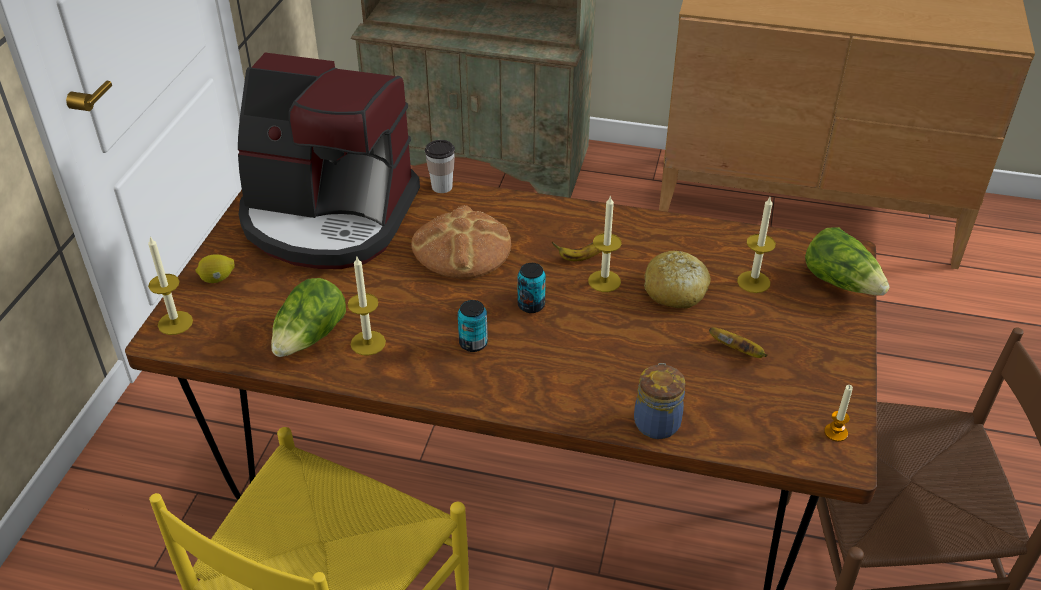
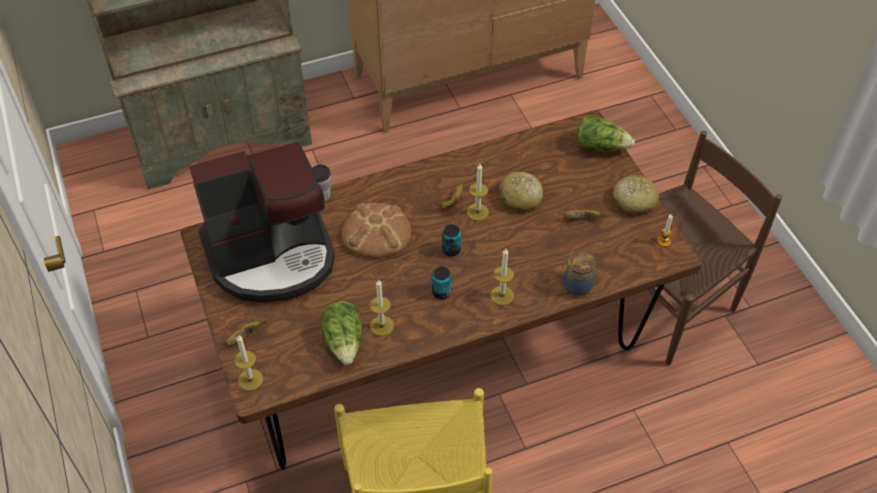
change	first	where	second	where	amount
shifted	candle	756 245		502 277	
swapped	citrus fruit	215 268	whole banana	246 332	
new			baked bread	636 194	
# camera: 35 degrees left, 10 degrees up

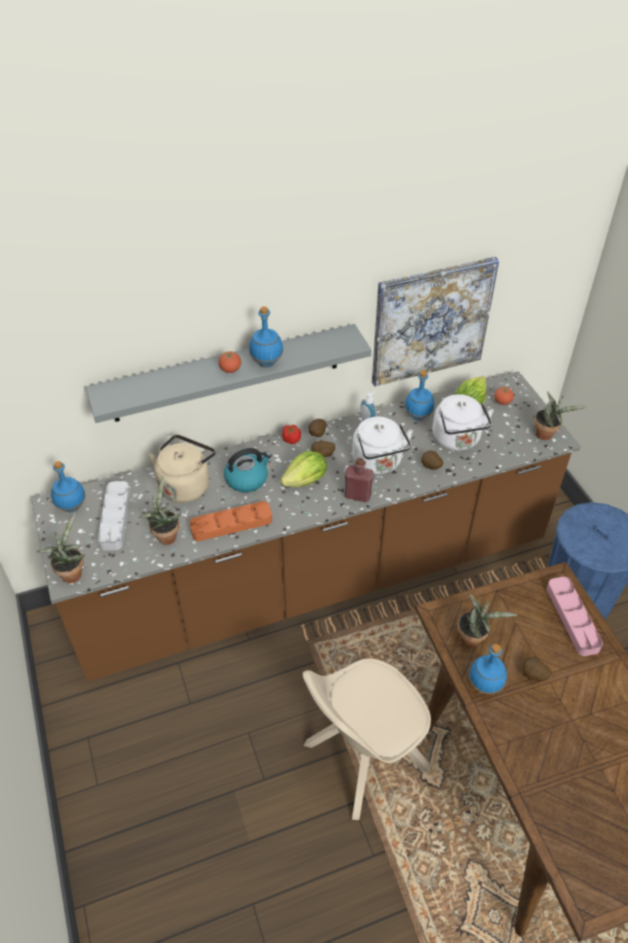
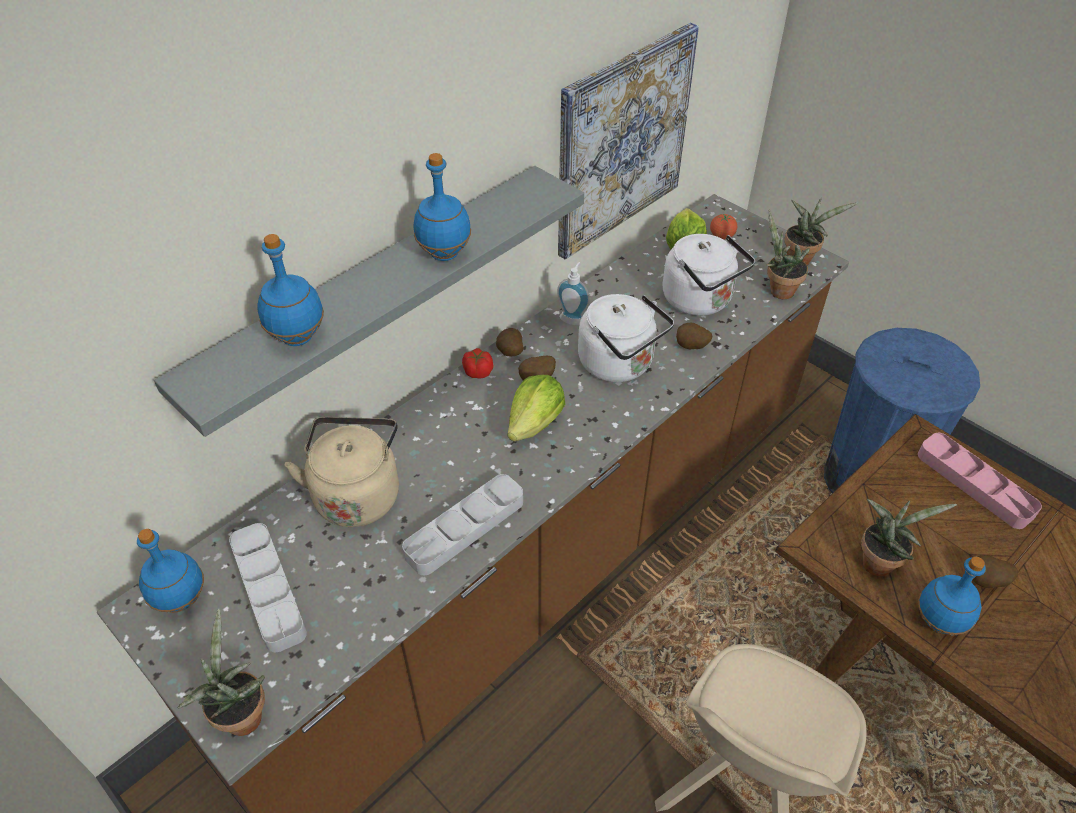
change	first	where	second	where	amount
gone	tomato	229 362			
shifted	beverage bottle/blue	419 396		290 290	
gone	kettle	248 470			
gone	beverage bottle/reddish	359 480			
shifted	plant in a pot	159 510		788 254	
repainted	serving tray/orange-coloured	231 521	serving tray/grey	462 524	
# camera: 25 degrees left, 0 degrees up

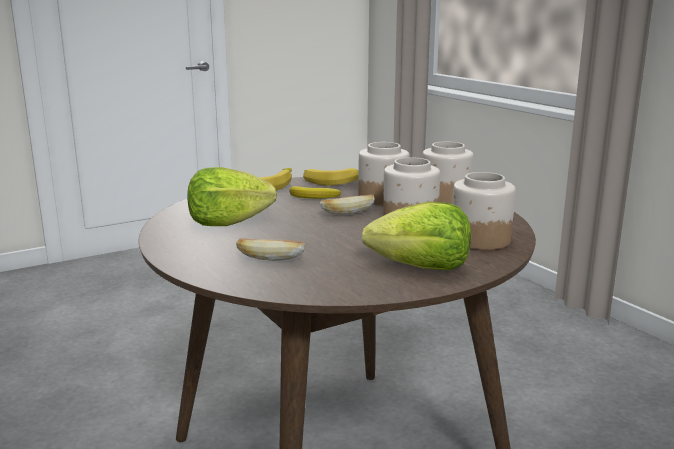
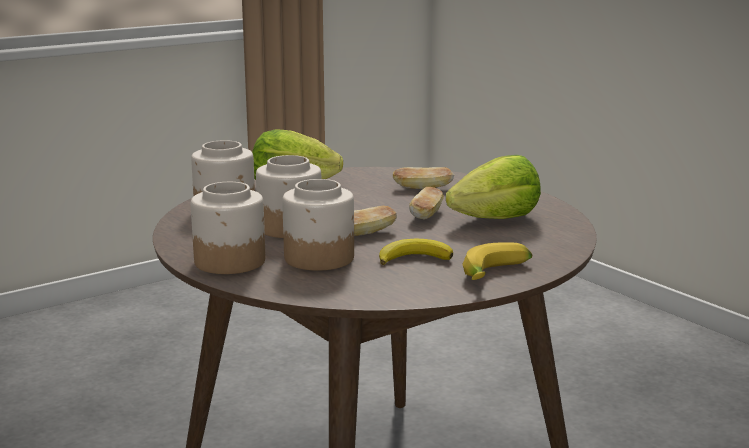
change	first	where	second	where	amount
gone	whole banana	331 176			
new			baked bread	426 203	
# camera: 175 degrees right, 0 degrees up

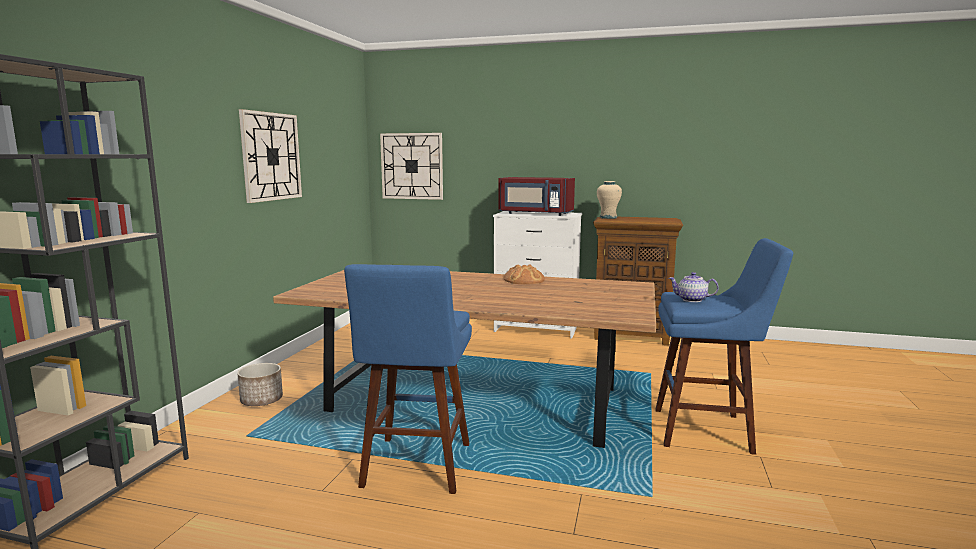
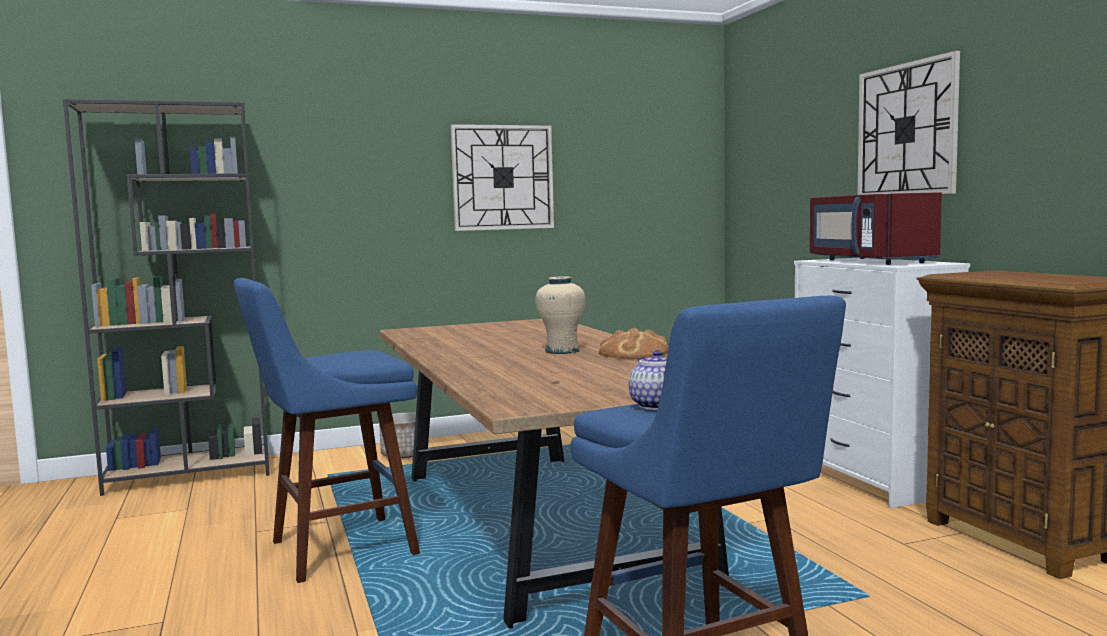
change	first	where	second	where	amount
shifted	hanging clock	411 166		909 123	
shifted	flower vase/beige-coloured	609 200		560 315	
# camera: 55 degrees right, 5 degrees down

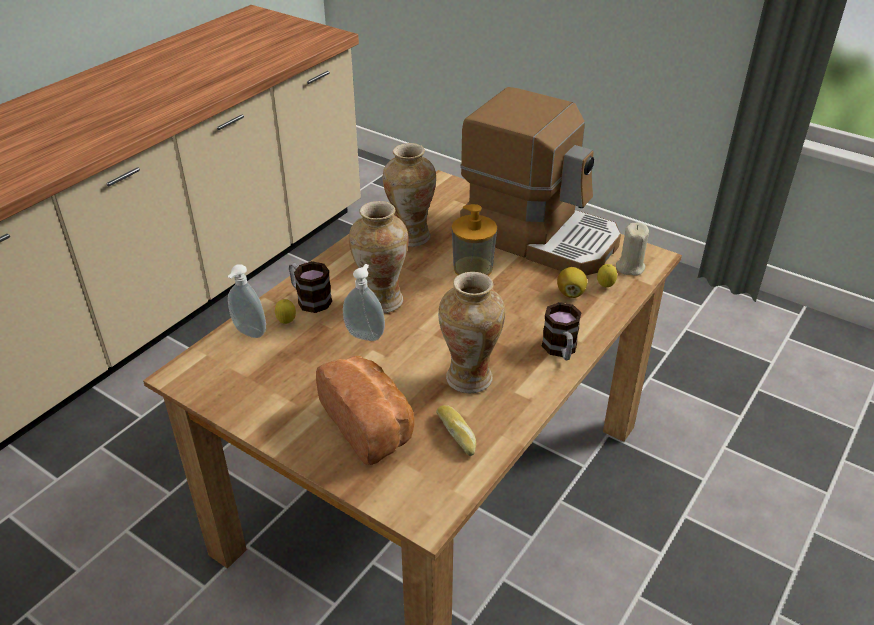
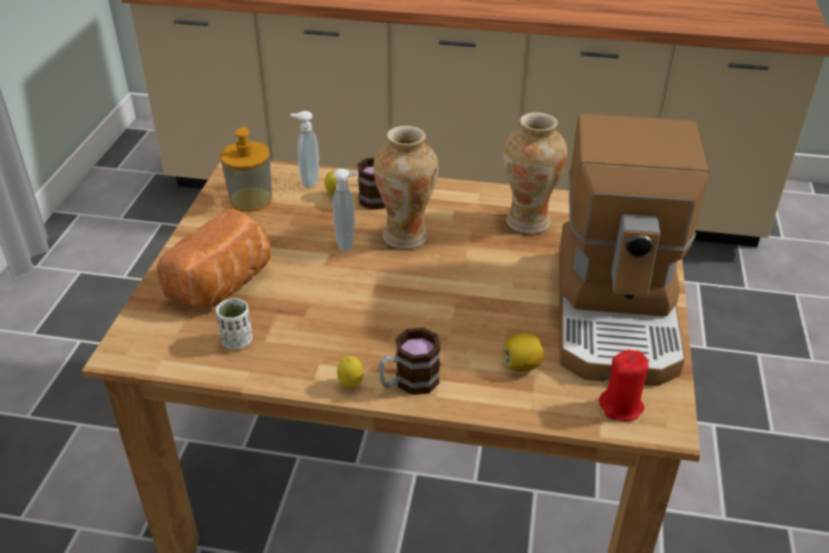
change	first	where	second	where	amount
shifted	soap bottle	474 240		246 169	
repainted	candle/beige-coloured	632 249	candle/reddish	623 385	
shifted	citrus fruit	607 276		350 371	
gone	flower vase	471 332			
swapped	baked bread	456 430	drinking cup/white	234 323	
# camera: 65 degrees right, 0 degrees up

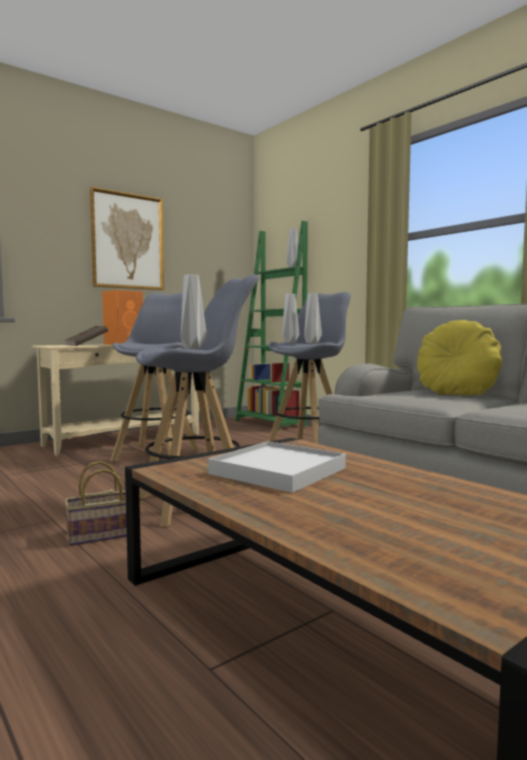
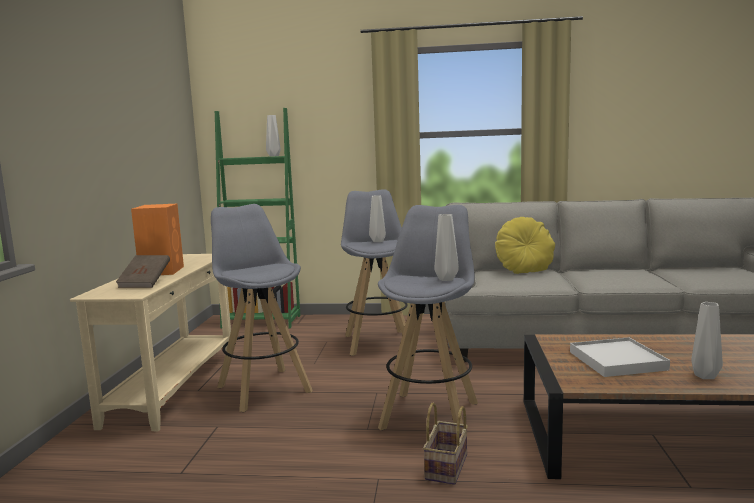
change	first	where	second	where	amount
gone	wall art	127 238			
shifted	flower vase/grey	290 318		707 340	
# camera: 45 degrees left, 5 degrees up

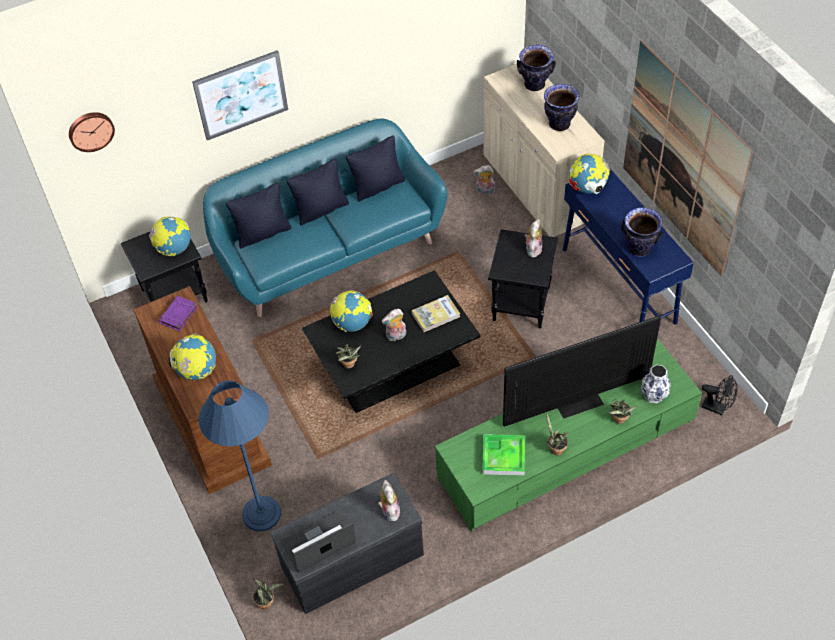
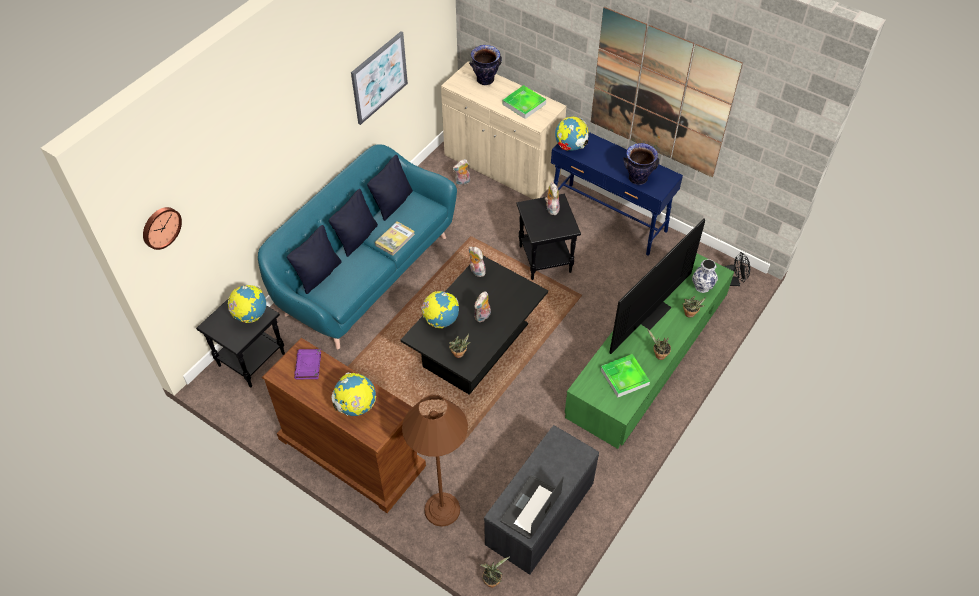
change	first	where	second	where	amount
shifted	wall art	240 95		379 78	
swapped	flower vase	562 107	serving tray	524 102	
shifted	book	436 313		395 238	
repainted	standard lamp/blue	240 456	standard lamp/brown-coloured	435 461	
shifted	plush toy	389 500		477 261	
# camera: 30 degrees left, 0 degrees up

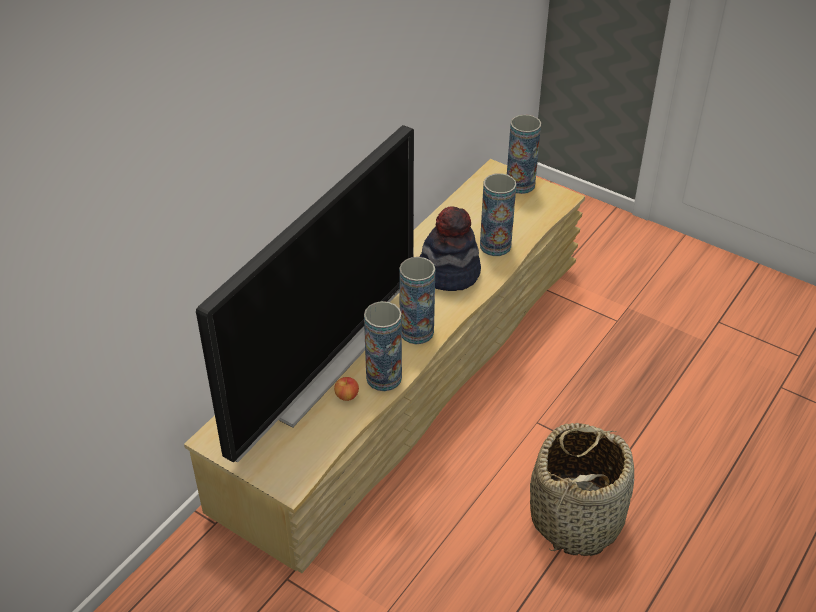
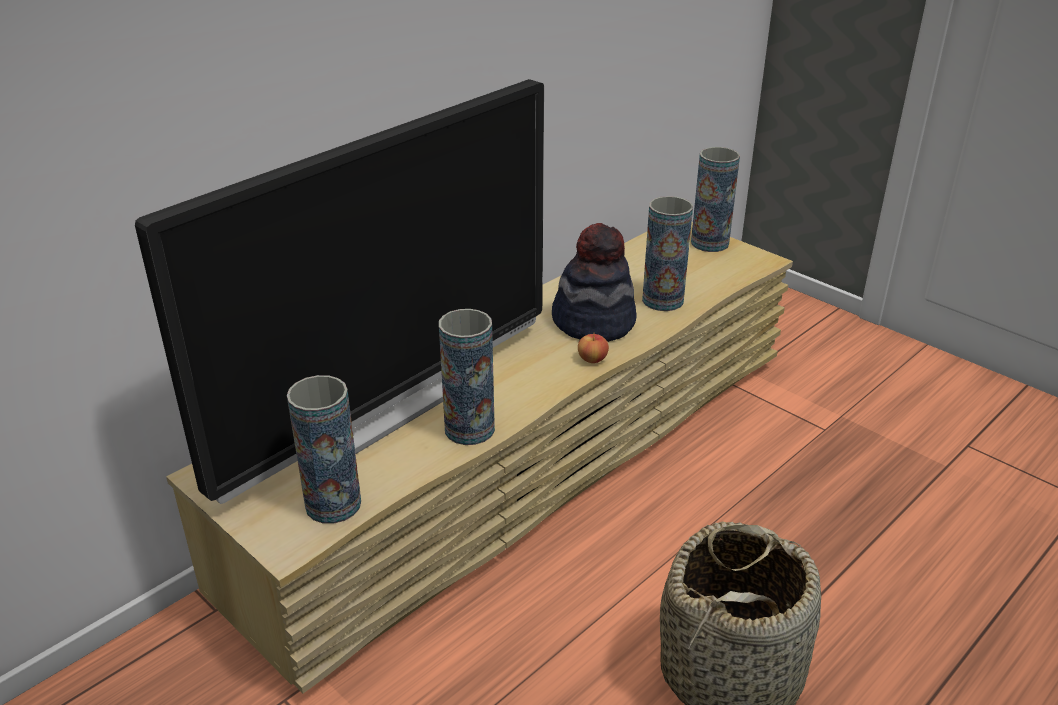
change	first	where	second	where	amount
shifted	flower vase	417 300		324 449	
shifted	apple fruit	346 389		593 348	
# camera: 10 degrees right, 10 degrees down

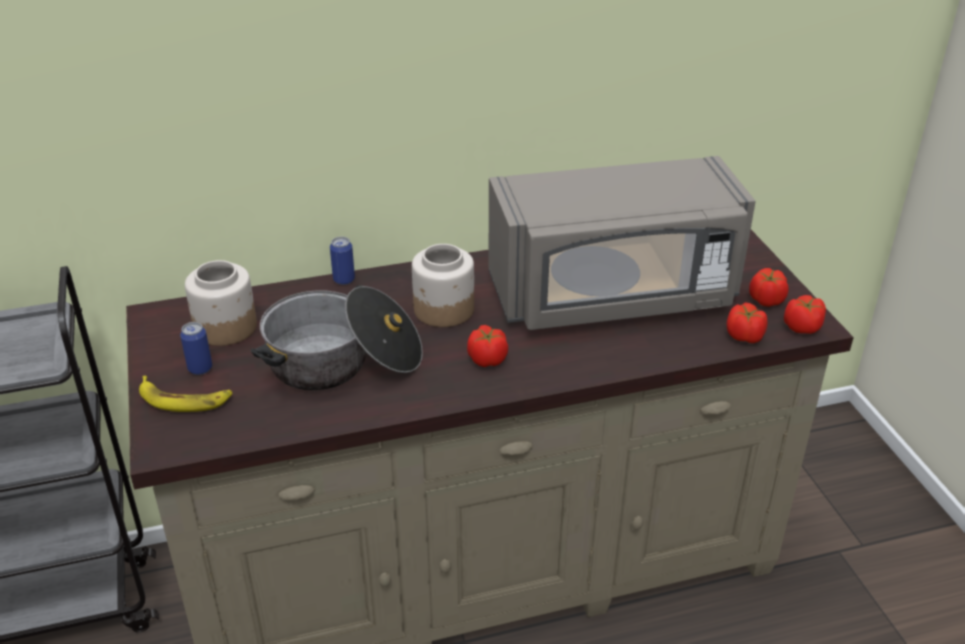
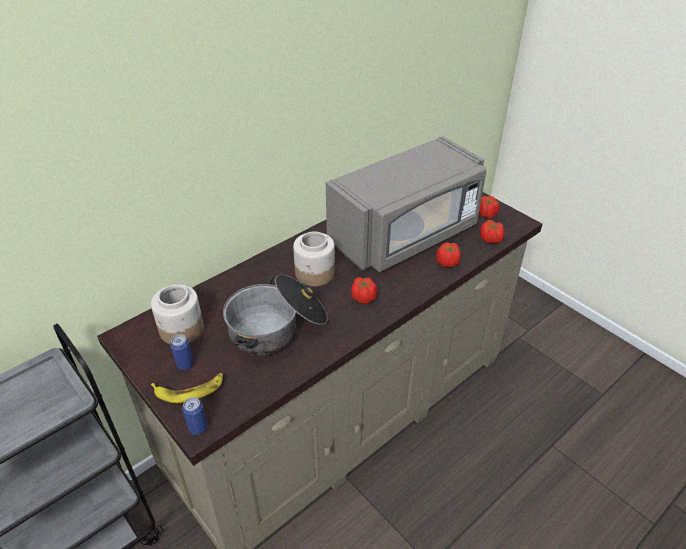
change	first	where	second	where	amount
shifted	metal can	342 261		195 416	
shifted	tomato	805 314		448 254	
# camera: 25 degrees left, 5 degrees up

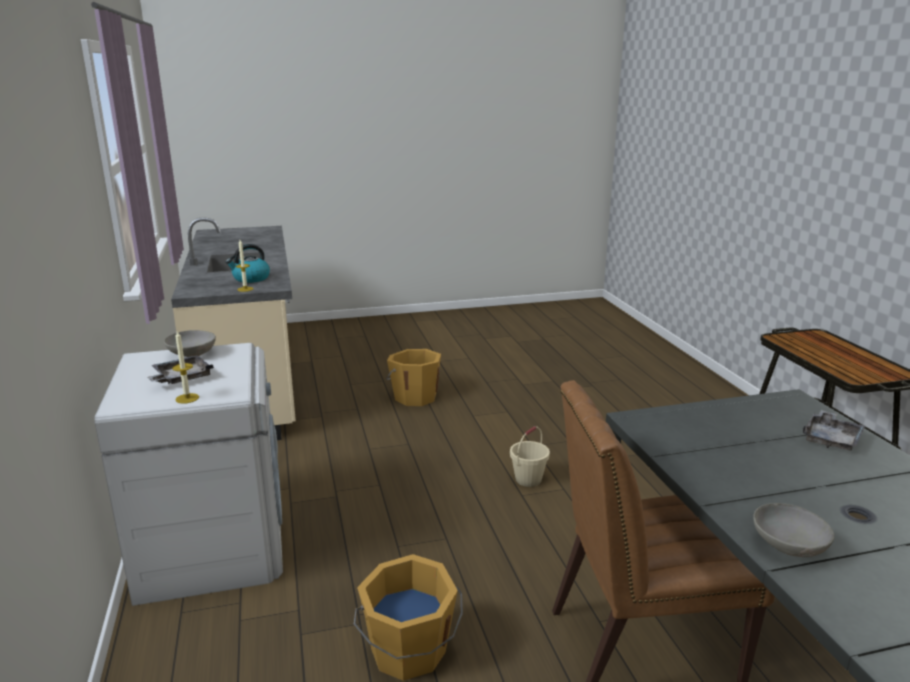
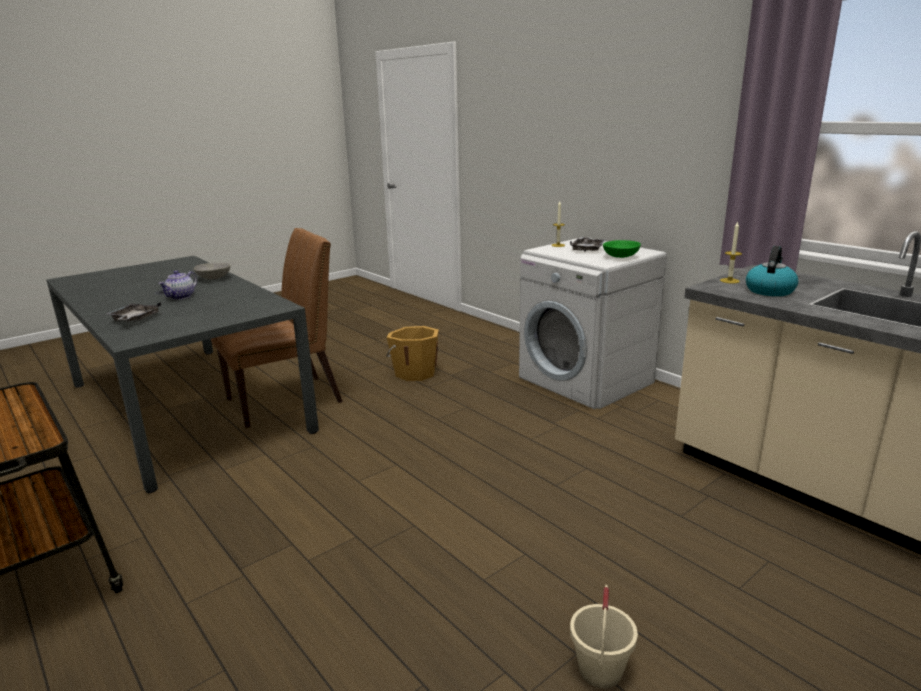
change	first	where	second	where	amount
repainted	bowl/grey	190 343	bowl/green-coloured	622 249	
gone	water bucket/orange-coloured	413 377			
shifted	water bucket/beige-coloured	530 456		604 636	
new			pot for tea	177 285	
# camera: 155 degrees right, 0 degrees up

